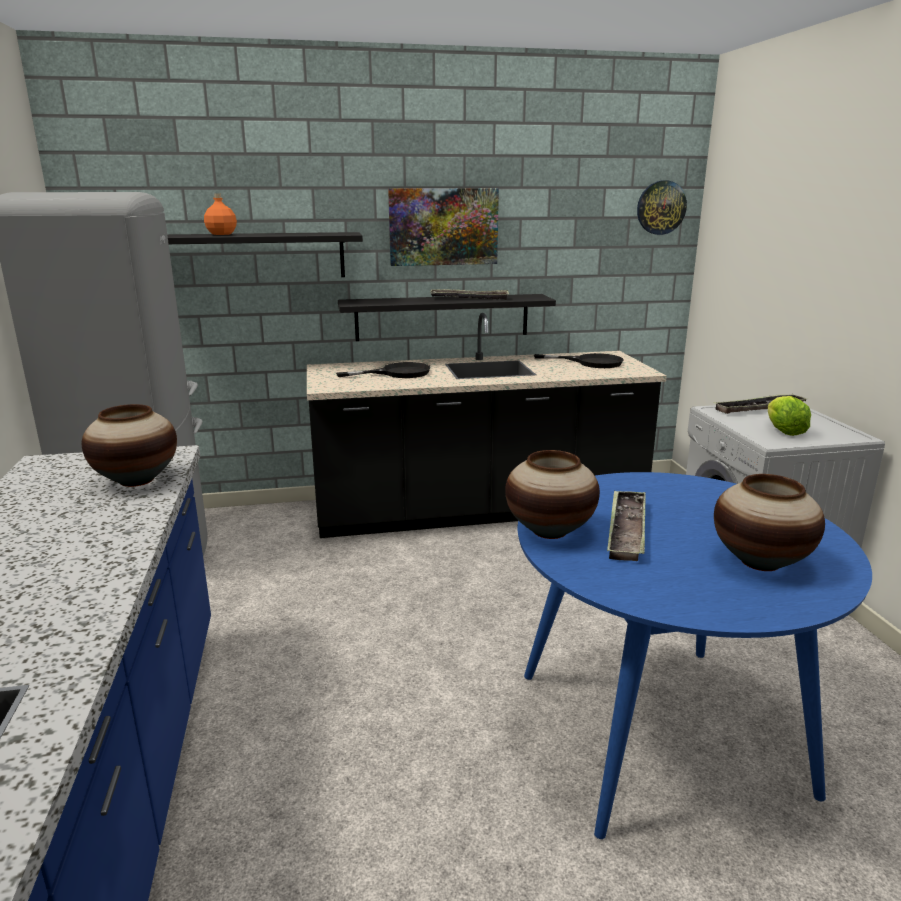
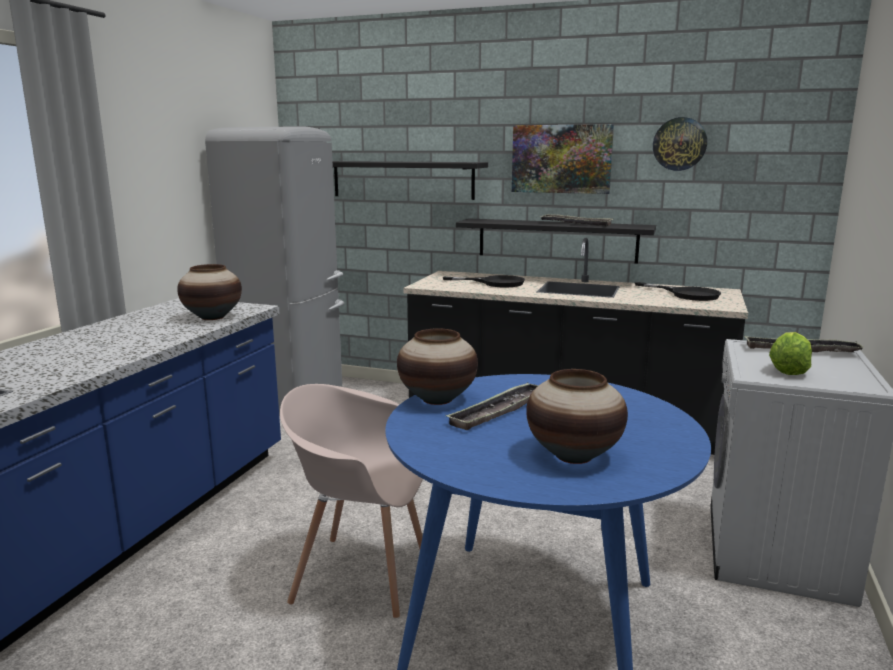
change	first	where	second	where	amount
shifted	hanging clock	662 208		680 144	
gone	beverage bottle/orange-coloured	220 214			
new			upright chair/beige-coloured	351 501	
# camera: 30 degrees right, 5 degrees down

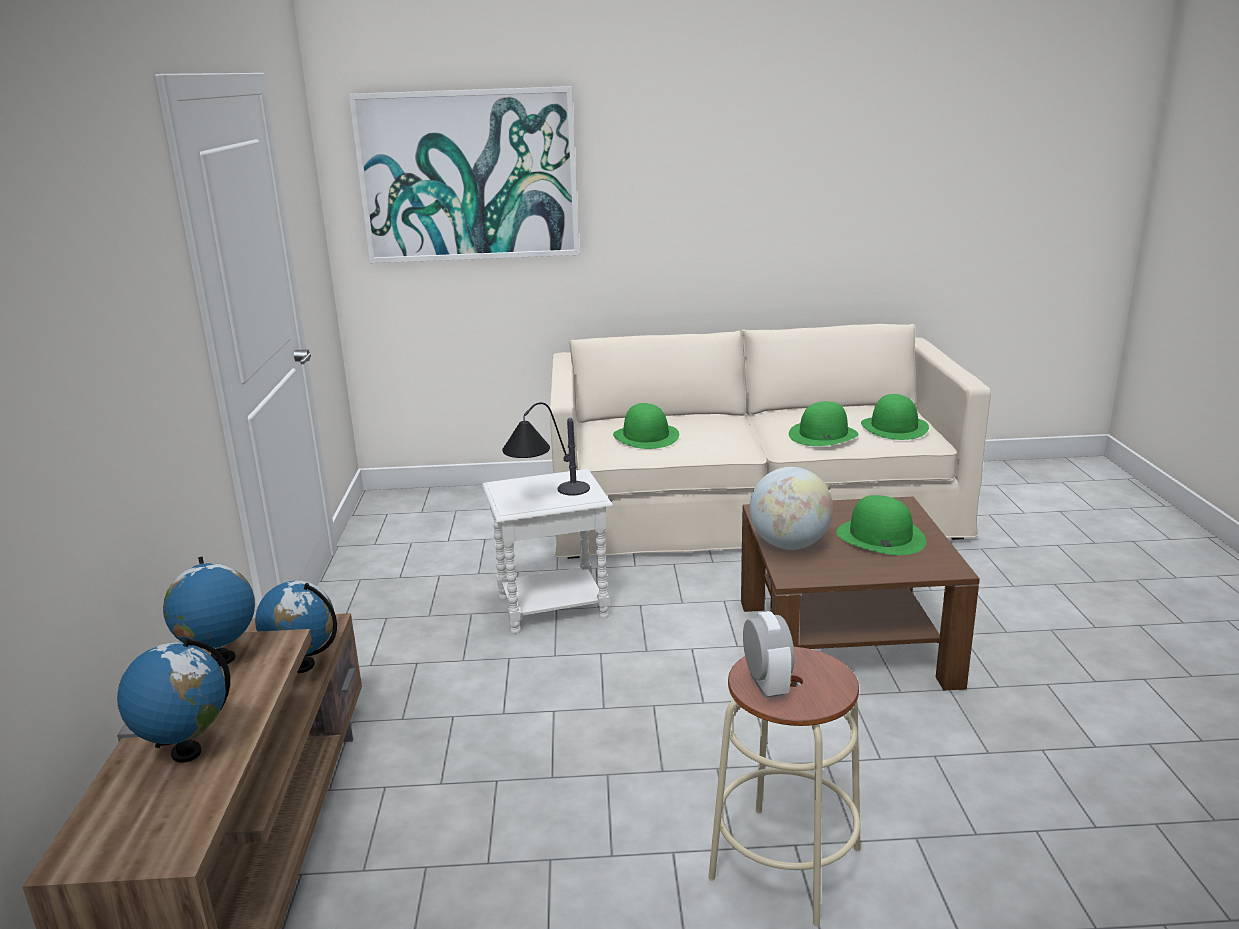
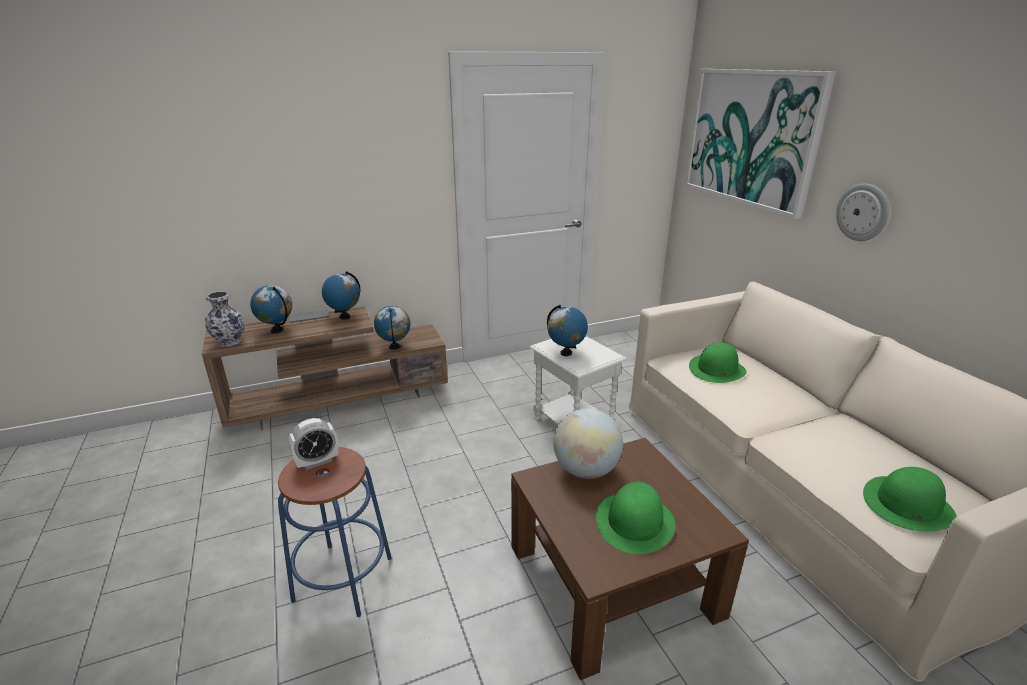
change	first	where	second	where	amount
gone	hat/green-coloured	824 423			
swapped	tabletop lamp	546 449	desk globe	567 330	
repainted	stool seat/beige-coloured	784 786	stool seat/blue	335 532	
new			hanging clock	862 212	
new			flower vase	225 319	
# camera: 70 degrees right, 5 degrees up

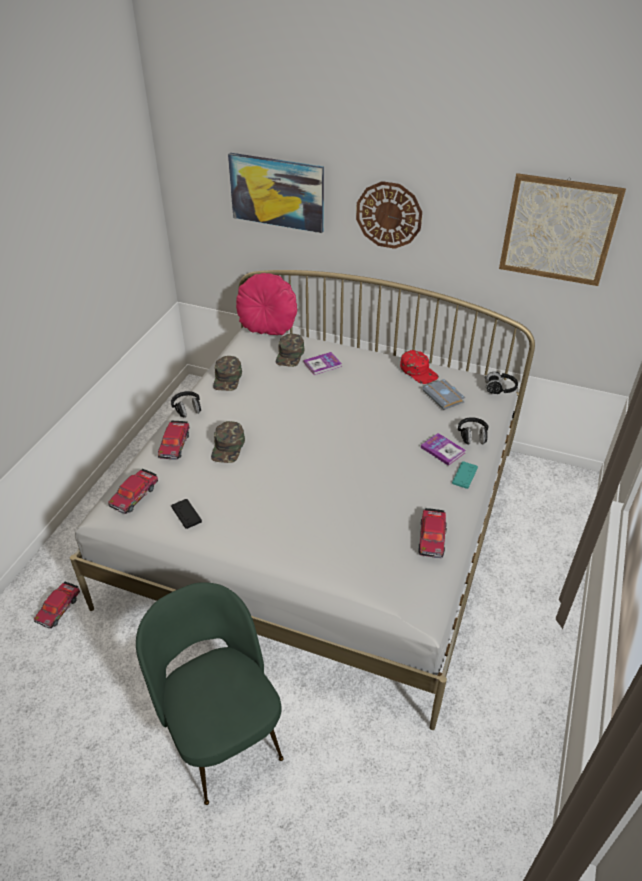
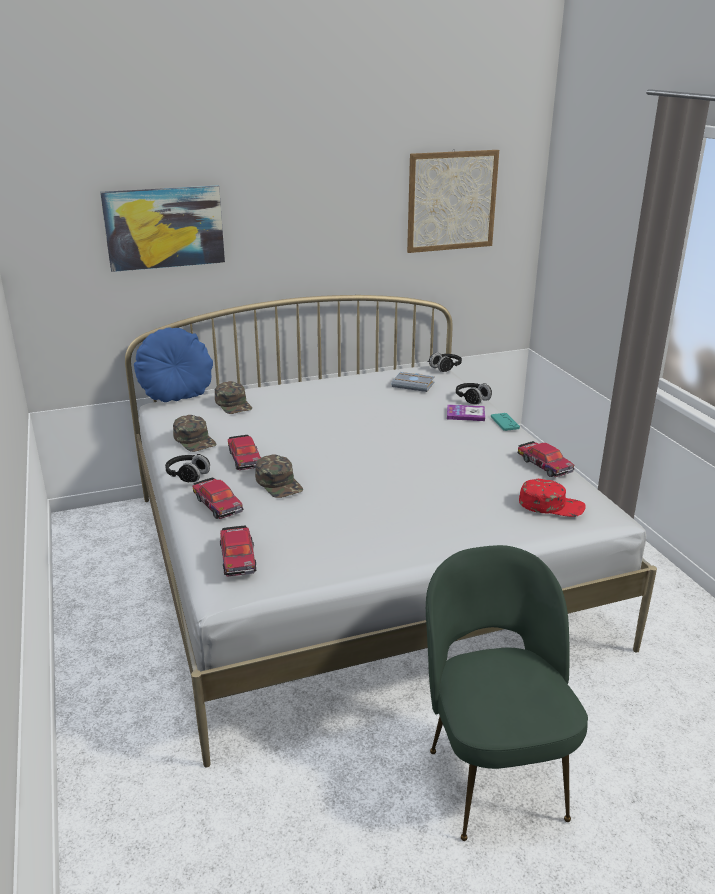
change	first	where	second	where	amount
gone	hanging clock	389 215			
repainted	pillow/pink	266 304	pillow/blue	173 364	
shifted	baseball cap/reddish	419 367		552 498	
gone	book	323 363			
gone	game controller/black	186 514			
shifted	toy car	57 605		244 452	
rotated	upright chair/green-coloured	210 693		507 693	60 degrees clockwise
# camera: 40 degrees left, 15 degrees down

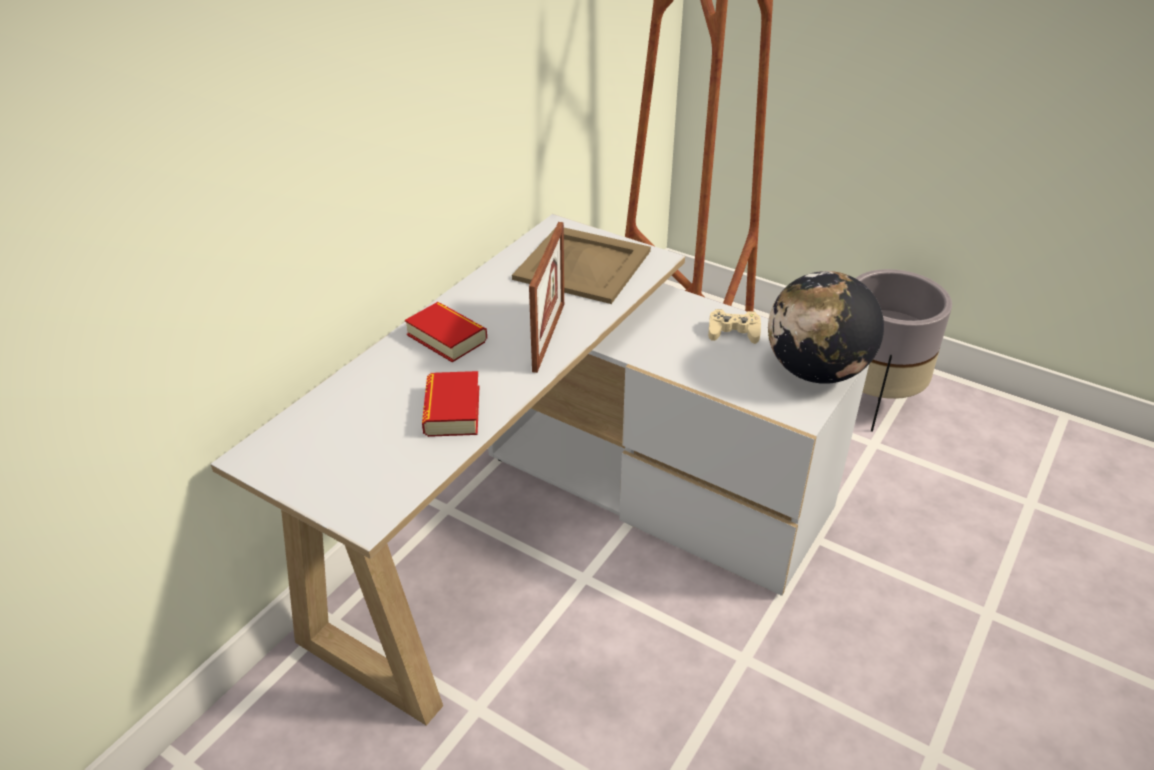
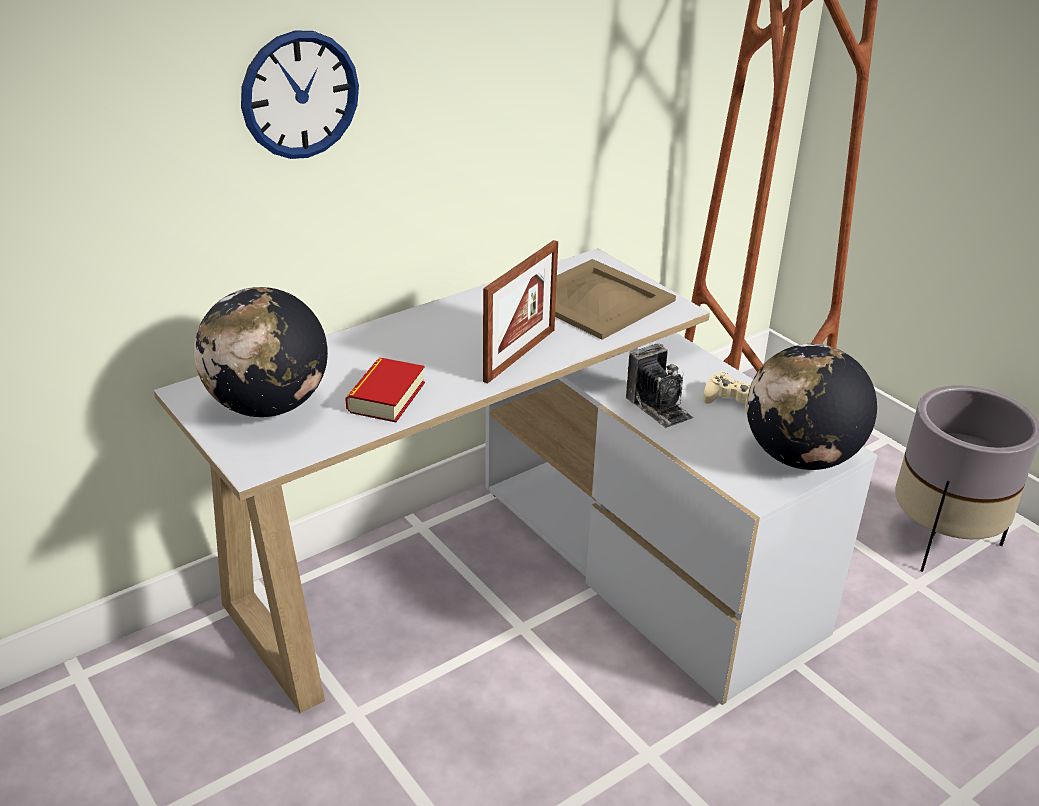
change	first	where	second	where	amount
gone	book	446 332			
new			hanging clock	300 95	
new			desk globe	261 352	
new			still camera	659 386	
# camera: 20 degrees right, 5 degrees down

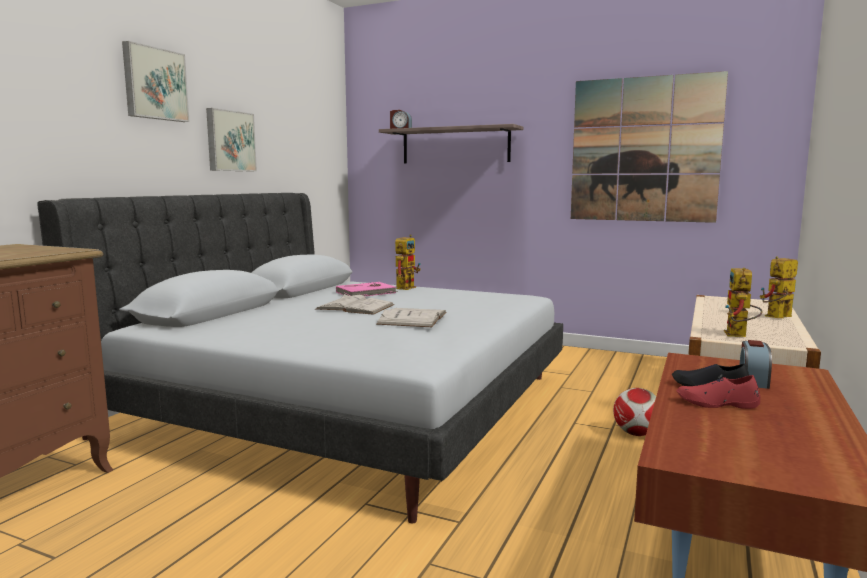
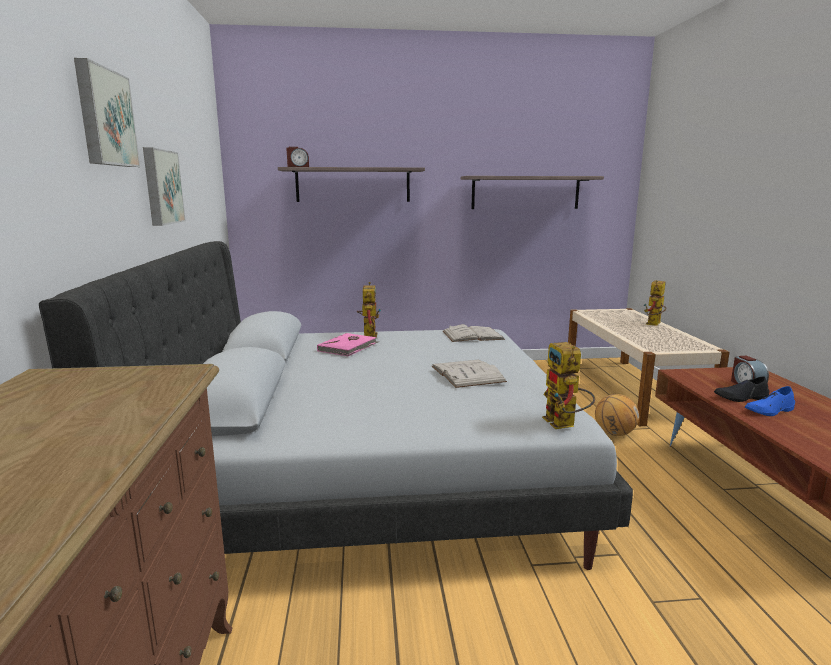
change	first	where	second	where	amount
swapped	wall art	649 147	wall shelf	532 192	
shifted	robot figure	743 302		568 385	
shifted	book/white	354 304		474 333	
repainted	shoe/reddish	718 392	shoe/blue	770 401	
swapped	football ball	634 412	basketball	617 415	
# camera: 30 degrees left, 5 degrees up

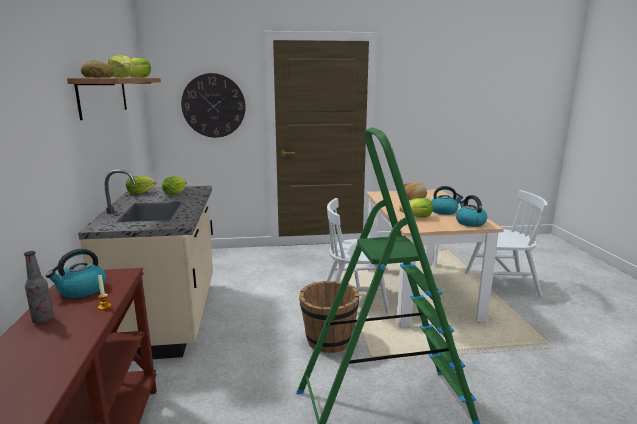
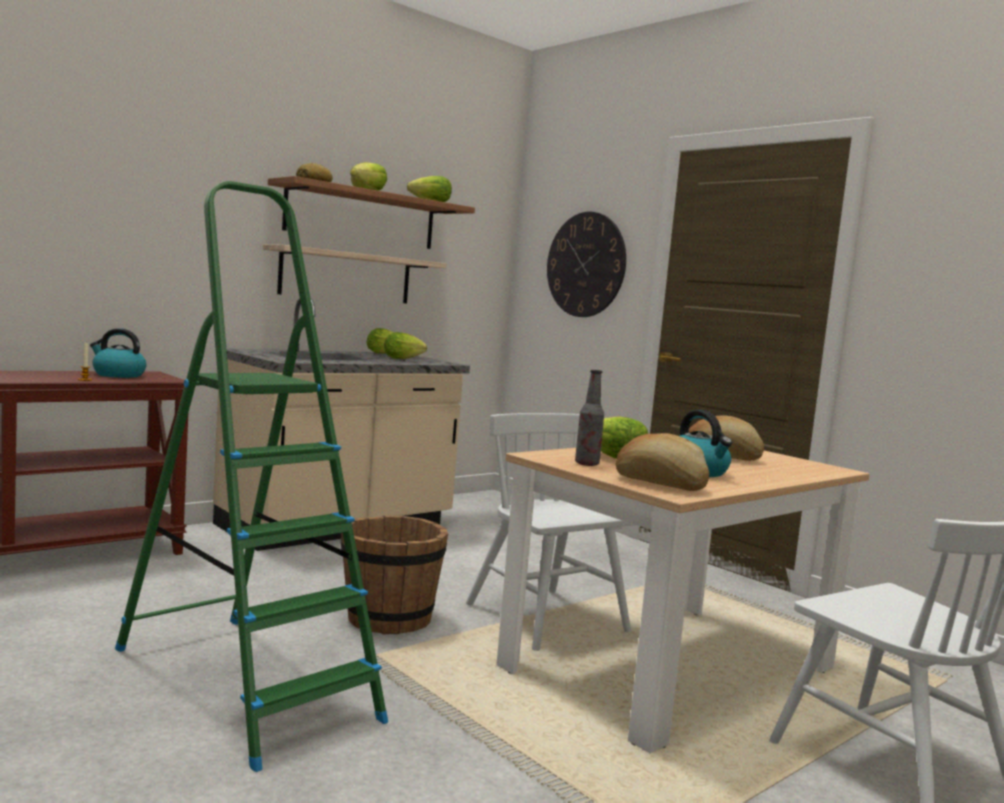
change	first	where	second	where	amount
swapped	kettle	471 211	baked bread	662 462	
shifted	beverage bottle	39 287		589 418	
new			wall shelf	354 273	
# camera: 55 degrees right, 10 degrees down

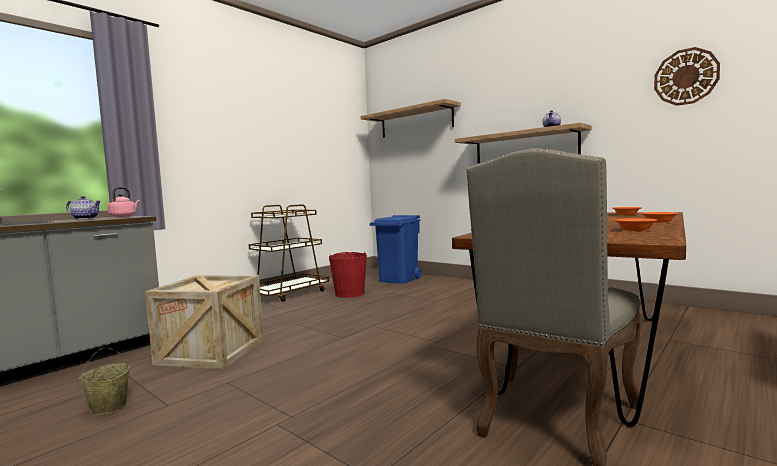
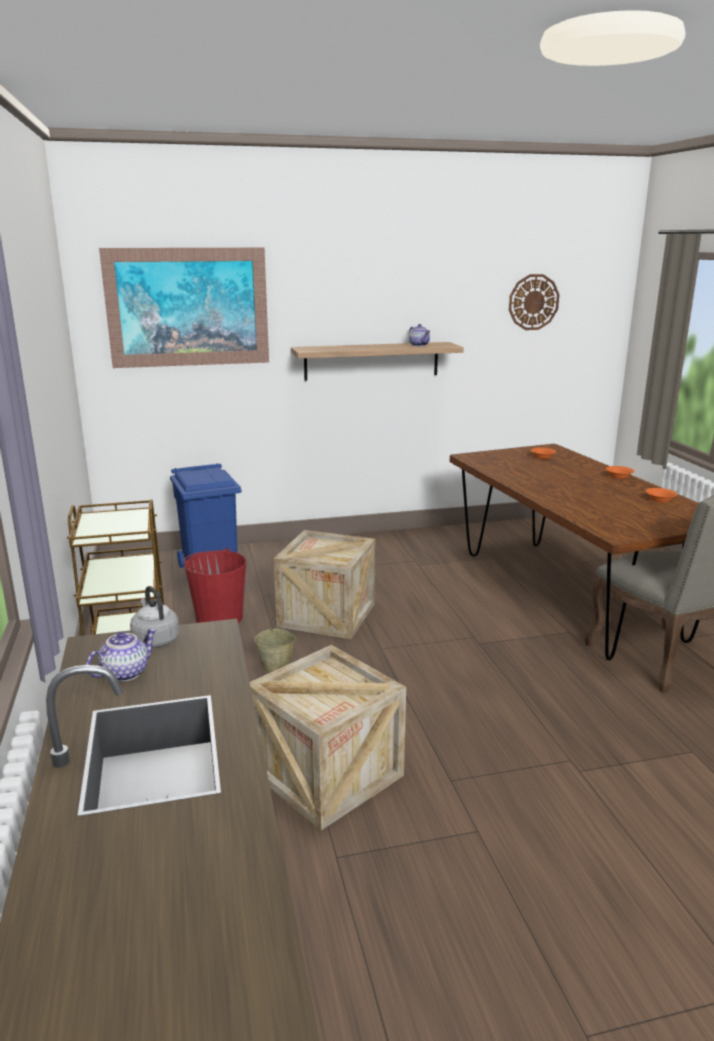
change	first	where	second	where	amount
swapped	wall shelf	411 118	wall art	184 307	
repainted	kettle/pink	123 202	kettle/grey	154 617	
shifted	water bucket/beige-coloured	104 381		275 645	
new			crate	324 584	
# camera: 55 degrees left, 15 degrees up

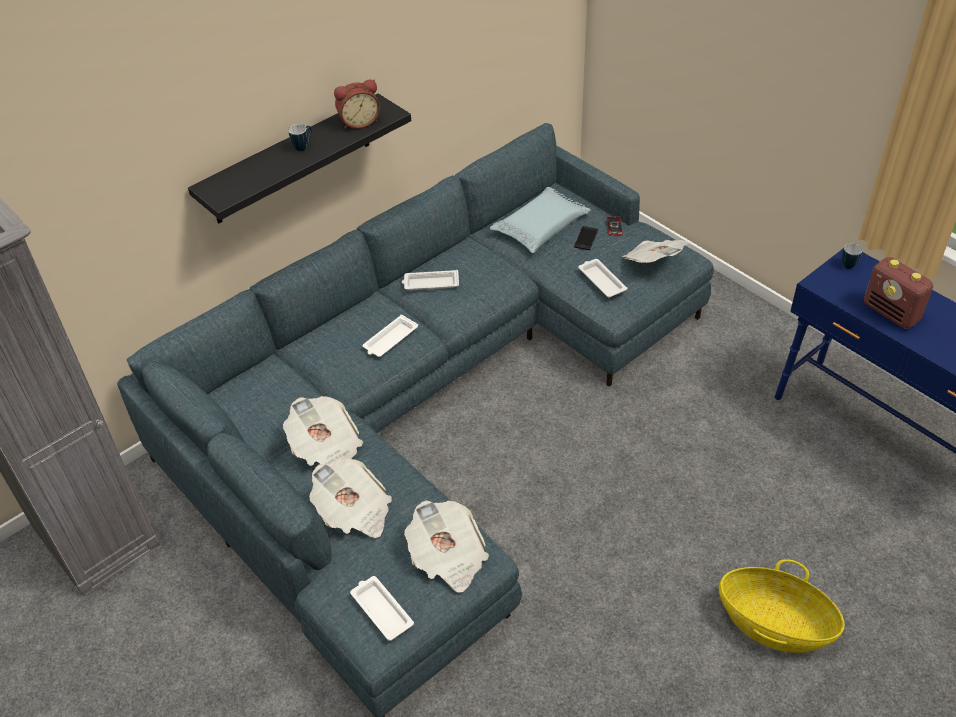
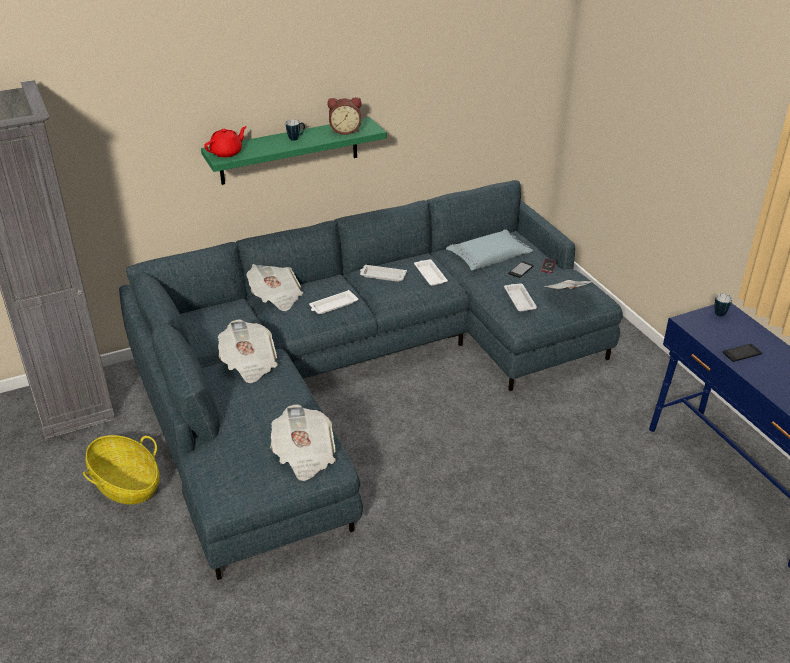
change	first	where	second	where	amount
repainted	wall shelf/black	299 158	wall shelf/green-coloured	294 151	
swapped	radio receiver	898 293	telephone	742 353	
shifted	printed paper	350 498		274 287	
shifted	storage basket	782 606		121 469	
shifted	serving tray/white	382 608		431 272	
new			pot for tea/reddish	225 141	
# camera: 15 degrees right, 10 degrees down

